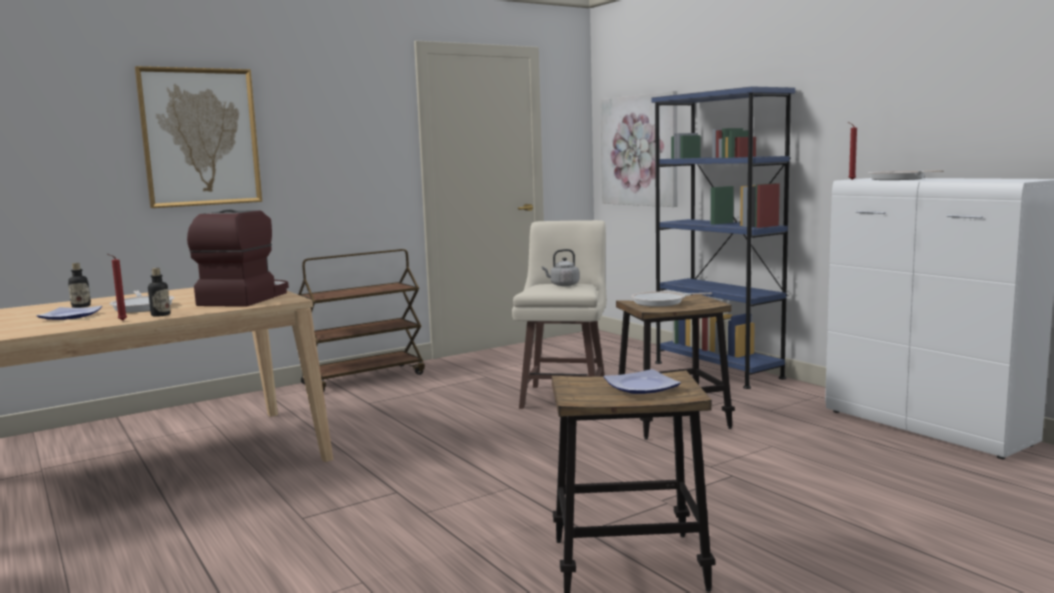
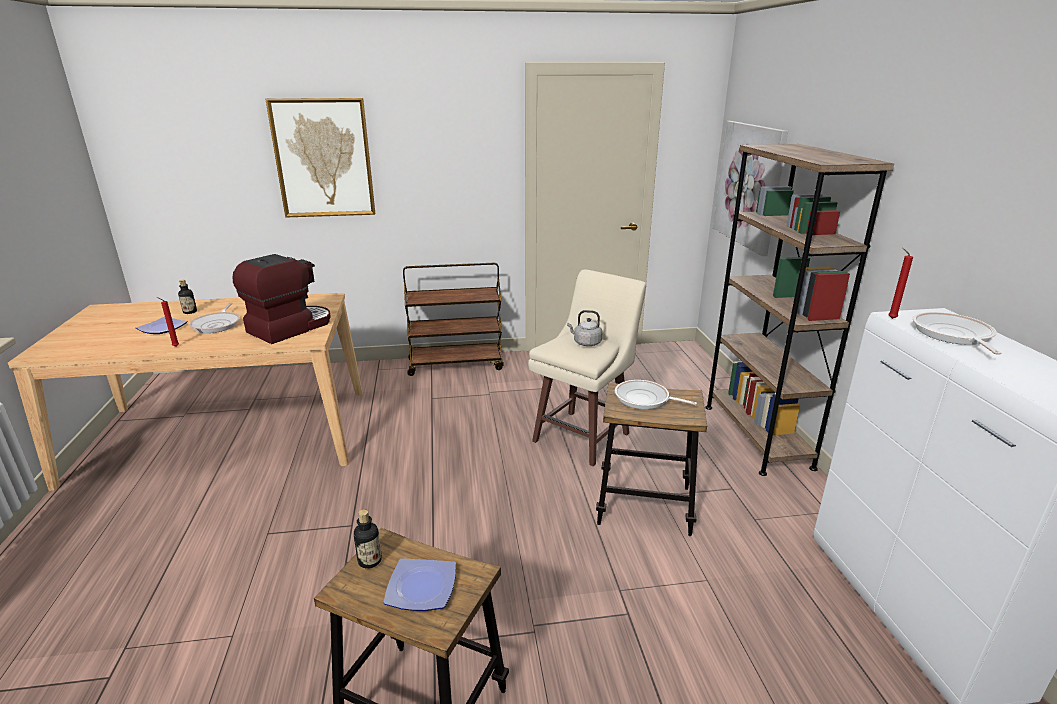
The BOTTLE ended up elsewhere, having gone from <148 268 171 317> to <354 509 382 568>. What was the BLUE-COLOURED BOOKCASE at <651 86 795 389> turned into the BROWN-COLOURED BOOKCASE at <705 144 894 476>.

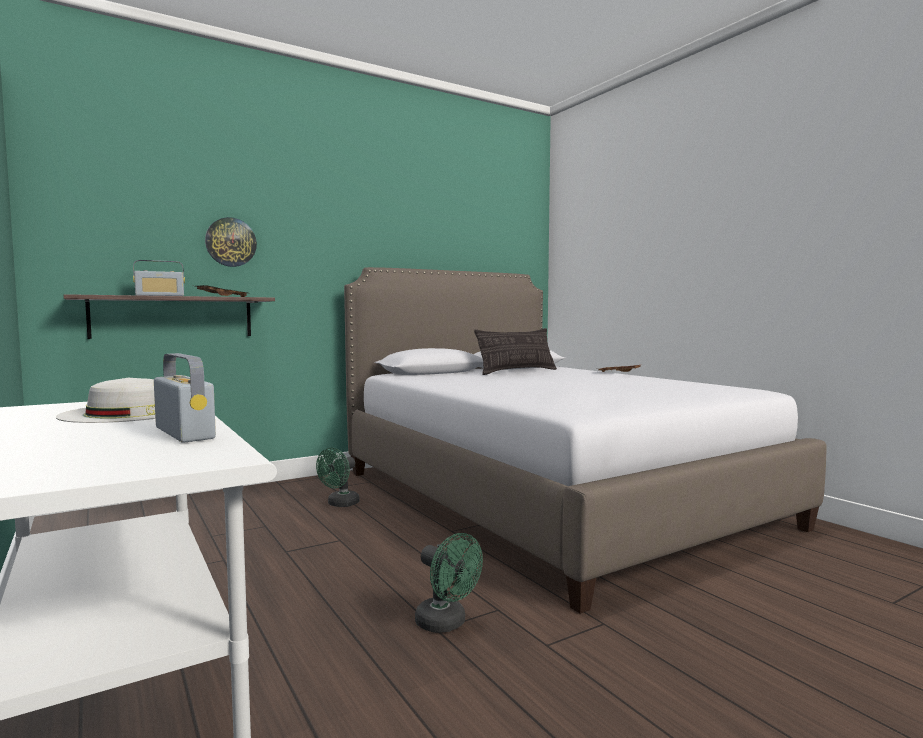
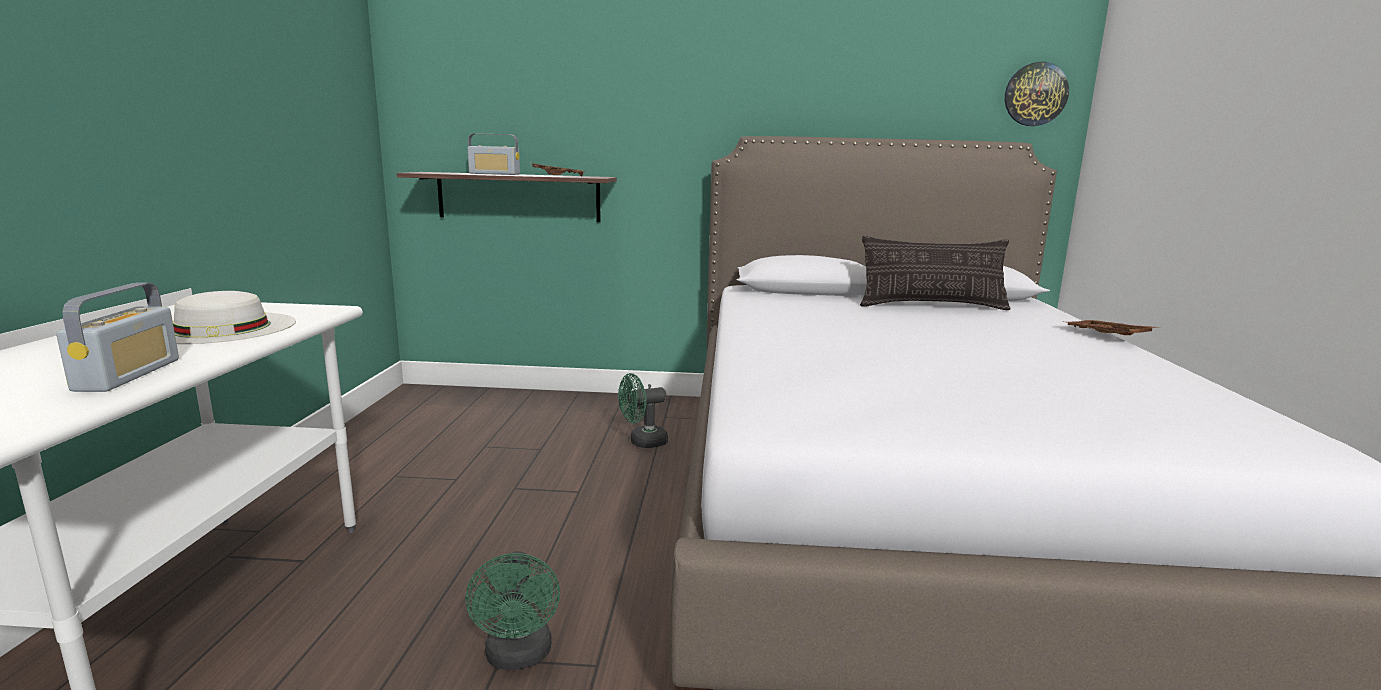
The HANGING CLOCK ended up elsewhere, having gone from <205 217 257 267> to <1005 62 1069 126>.

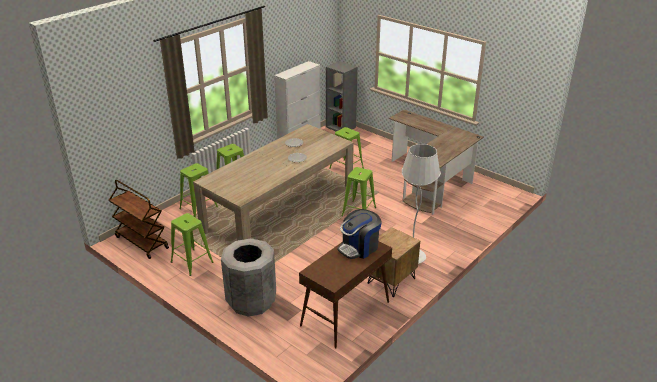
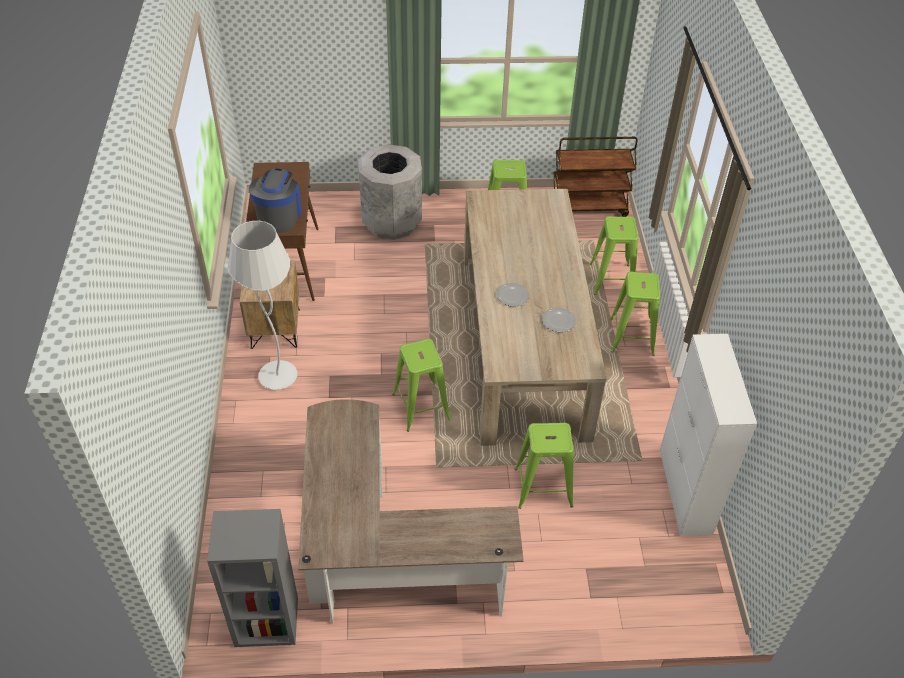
The GREY BOOKCASE ended up elsewhere, having gone from <326 61 358 131> to <207 509 298 647>.

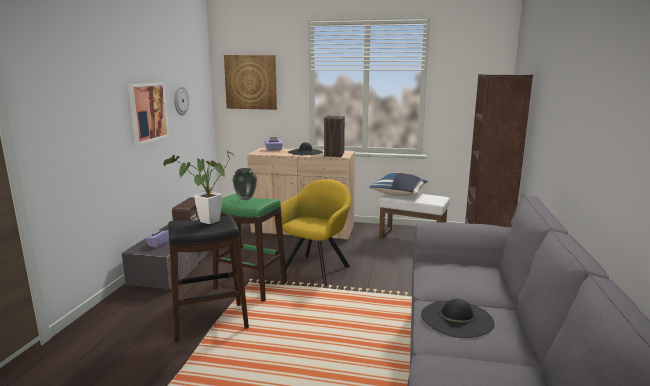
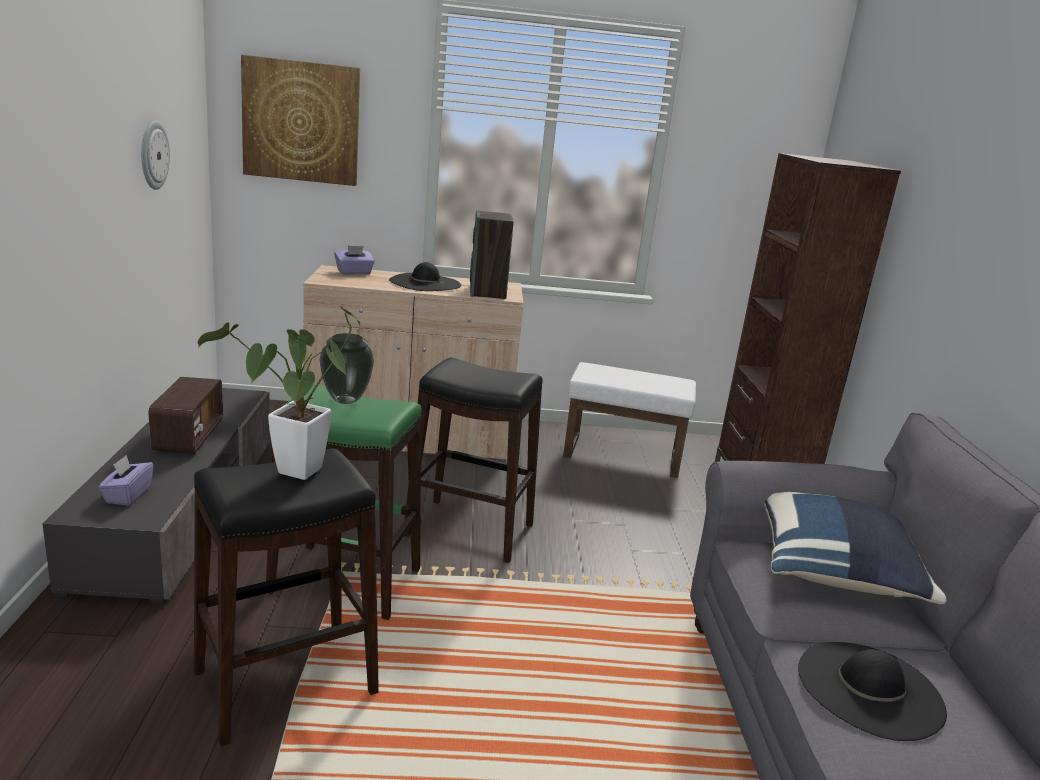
The second view lost the WALL ART at <128 83 169 145>. The BLUE-COLOURED CUSHION ended up elsewhere, having gone from <369 173 428 196> to <764 492 947 604>. Where the YELLOW-COLOURED LOUNGE CHAIR stood at <279 179 351 286>, the BLACK SITTING STOOL came to stand at <404 357 543 563>.

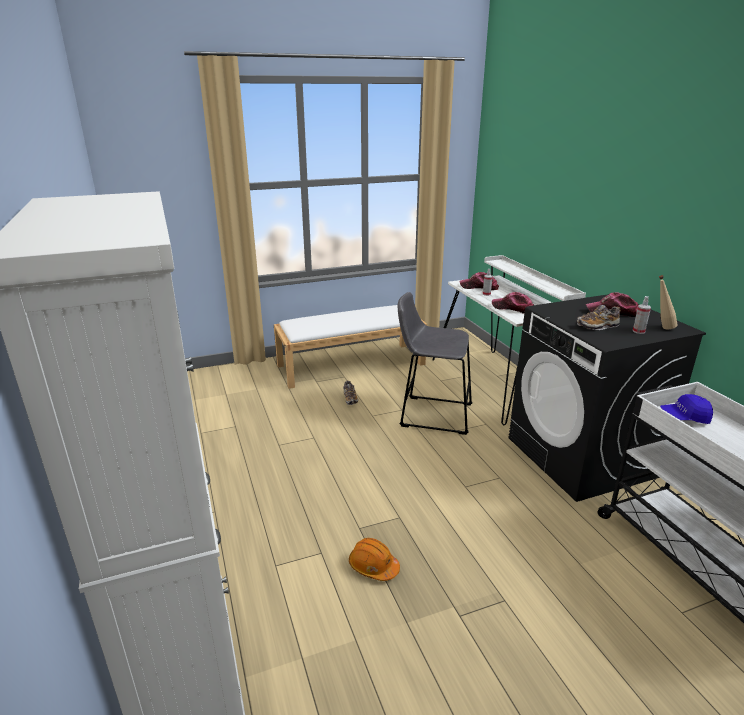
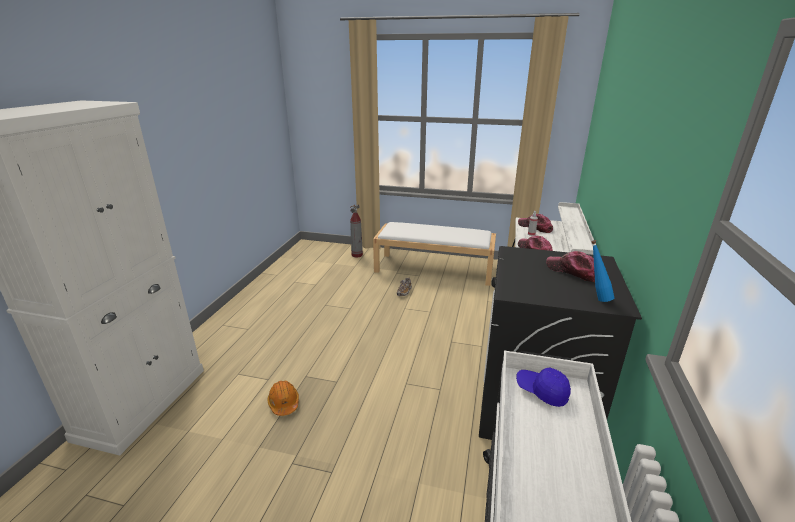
The second view lost the GREY SITTING STOOL at <398 292 473 435>. The second view lost the ITEM OF FOOTWEAR at <576 305 621 330>. The second view lost the HAND SPRAYER at <633 296 651 334>. The second view gained the EXTINGUISHER at <350 205 363 257>. What was the SAND-COLOURED BOTTLE at <659 275 678 329> turned into the BLUE-COLOURED BOTTLE at <591 240 614 302>.

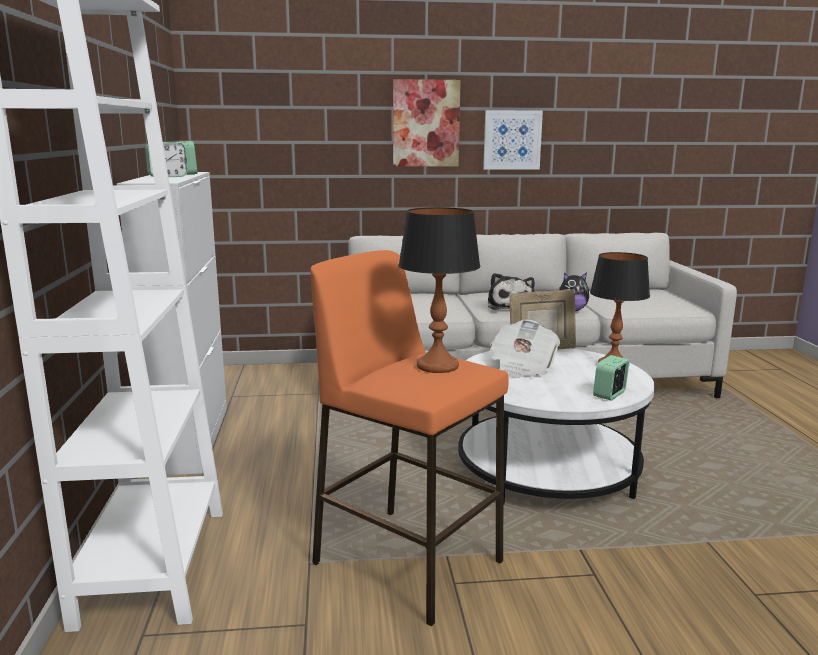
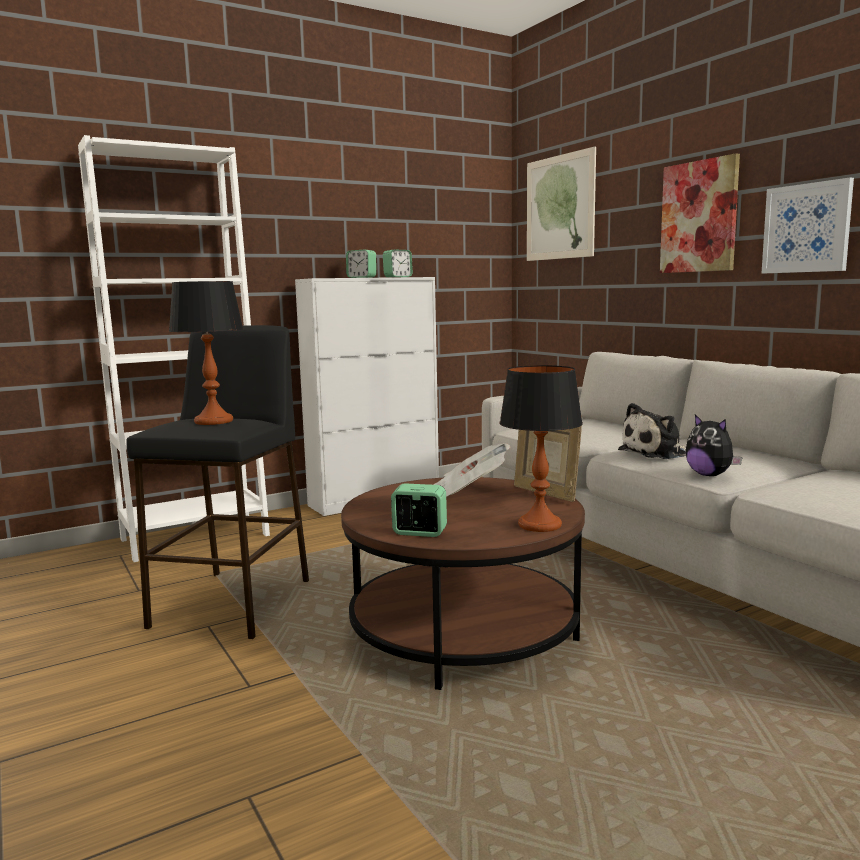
The second view gained the WALL ART at <527 146 596 261>. What was the ORANGEY SITTING STOOL at <310 250 508 626> turned into the BLACK SITTING STOOL at <127 325 309 639>. What was the WHITE LOW TABLE at <458 348 655 505> turned into the BROWN-COLOURED LOW TABLE at <341 477 585 690>.

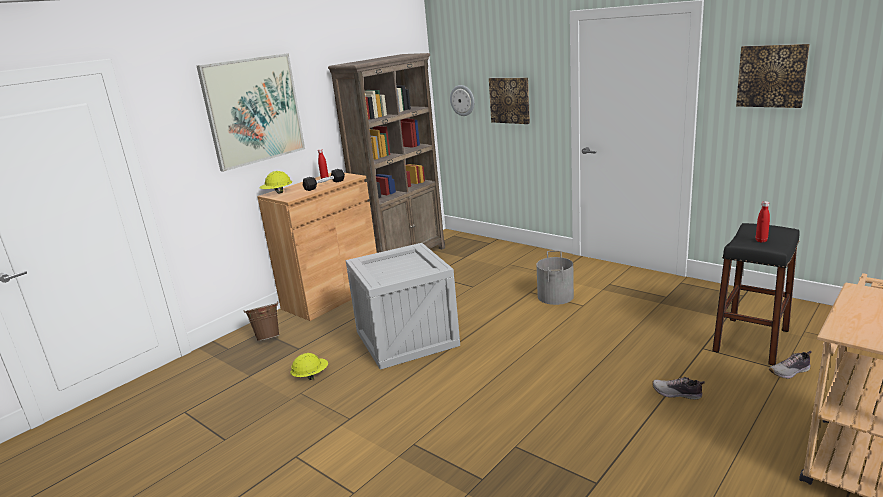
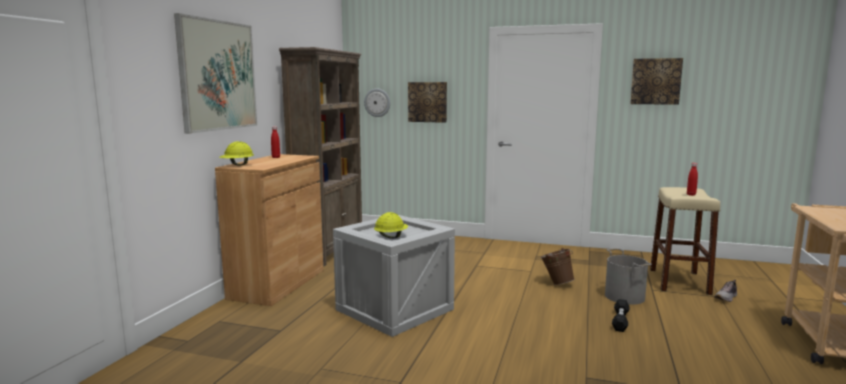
The second view lost the ITEM OF FOOTWEAR at <652 377 705 400>. The BROWN-COLOURED WATER BUCKET ended up elsewhere, having gone from <243 301 280 341> to <541 248 574 285>. The YELLOW-COLOURED SAFETY HELMET ended up elsewhere, having gone from <290 353 328 380> to <374 212 408 238>. The BLACK HAND WEIGHT ended up elsewhere, having gone from <303 169 345 191> to <612 299 630 332>. The GREY WATER BUCKET ended up elsewhere, having gone from <536 250 574 305> to <605 248 652 305>. What was the BLACK SITTING STOOL at <712 223 800 365> turned into the SAND-COLOURED SITTING STOOL at <650 187 720 295>.

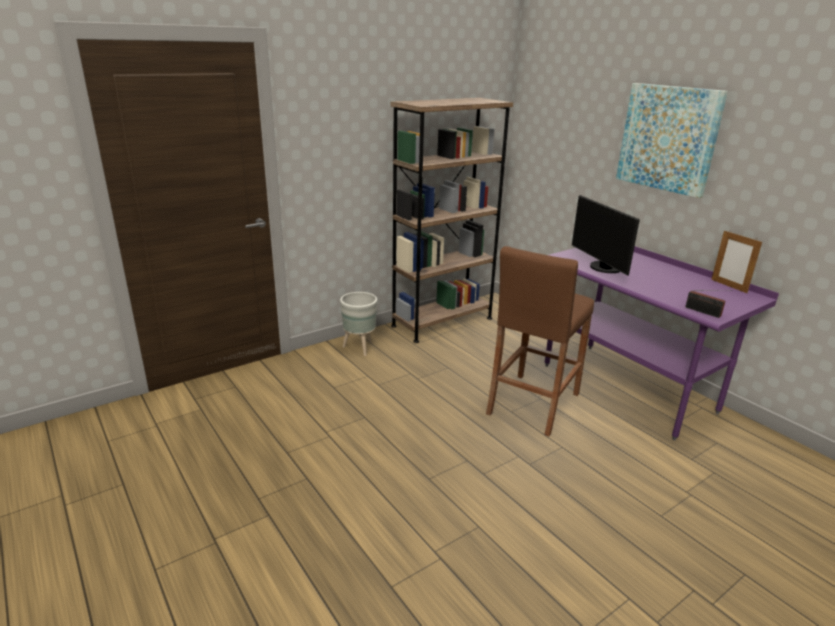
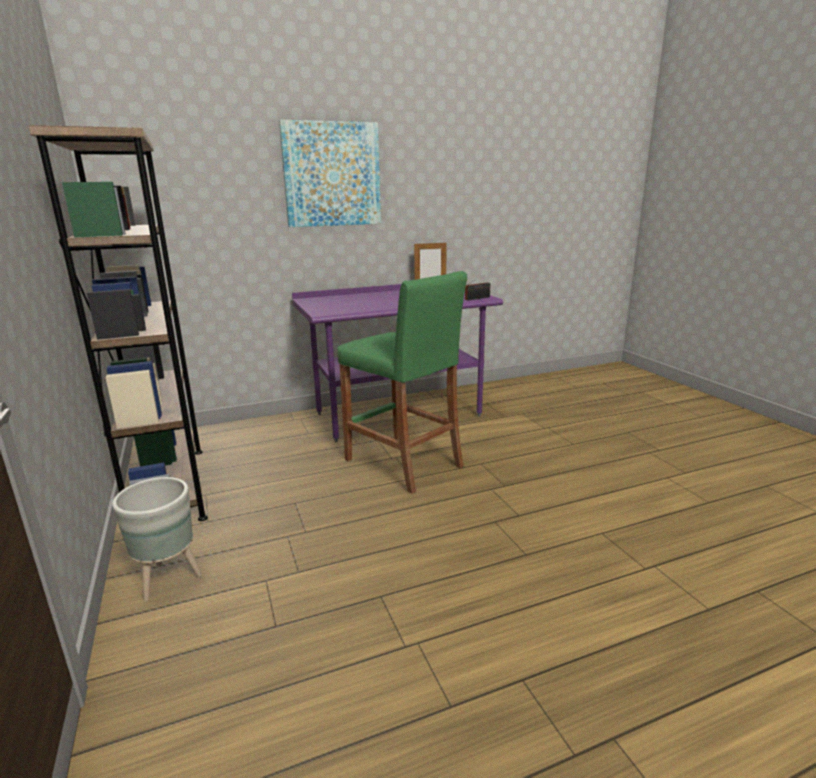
The second view lost the MONITOR at <572 195 640 276>. What was the BROWN-COLOURED SITTING STOOL at <486 246 594 437> turned into the GREENISH SITTING STOOL at <338 271 467 494>.

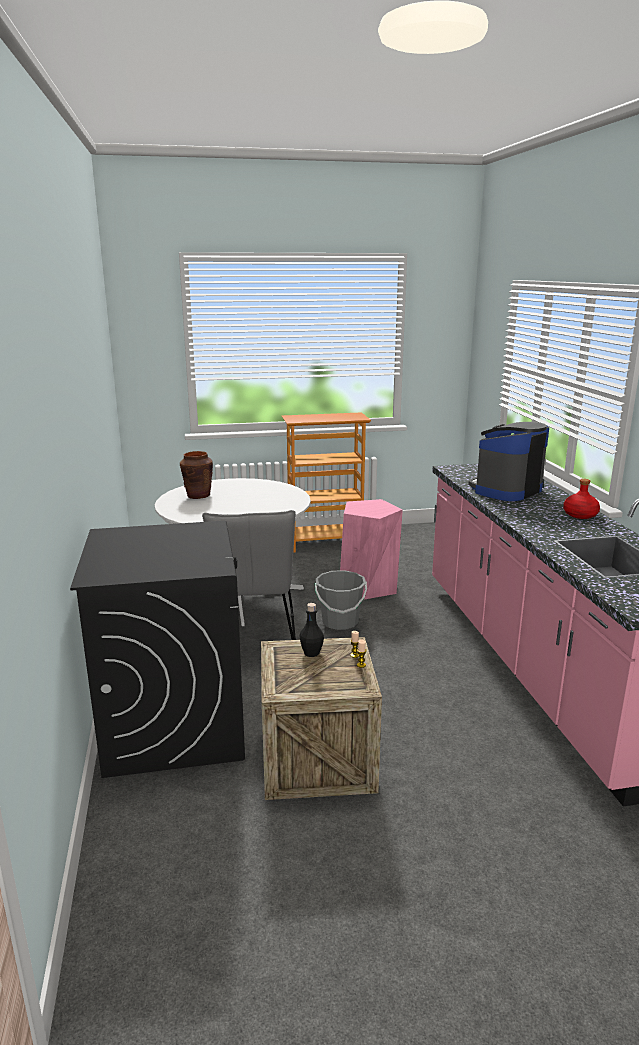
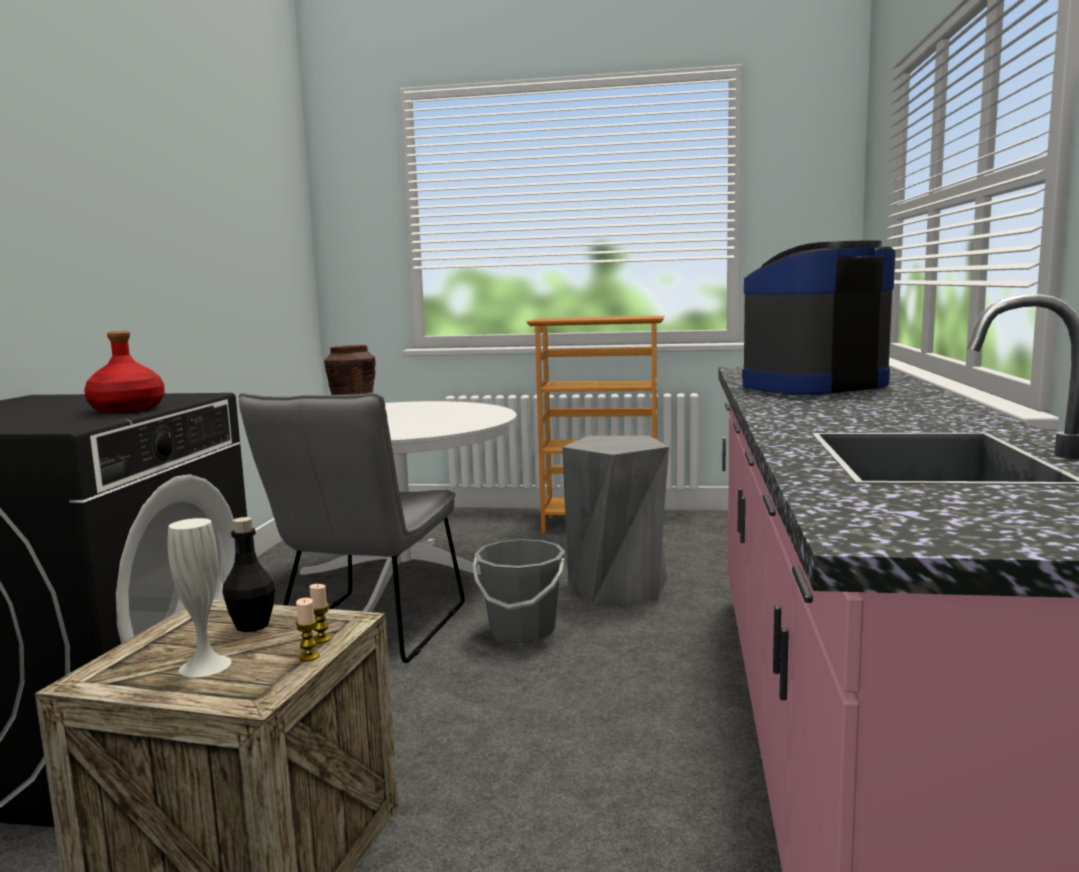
The second view gained the WHITE FLOWER VASE at <168 518 232 677>. The REDDISH BOTTLE ended up elsewhere, having gone from <563 479 600 519> to <84 331 165 413>. What was the PINKISH SITTING STOOL at <340 499 403 600> turned into the GREY SITTING STOOL at <562 436 669 603>.

